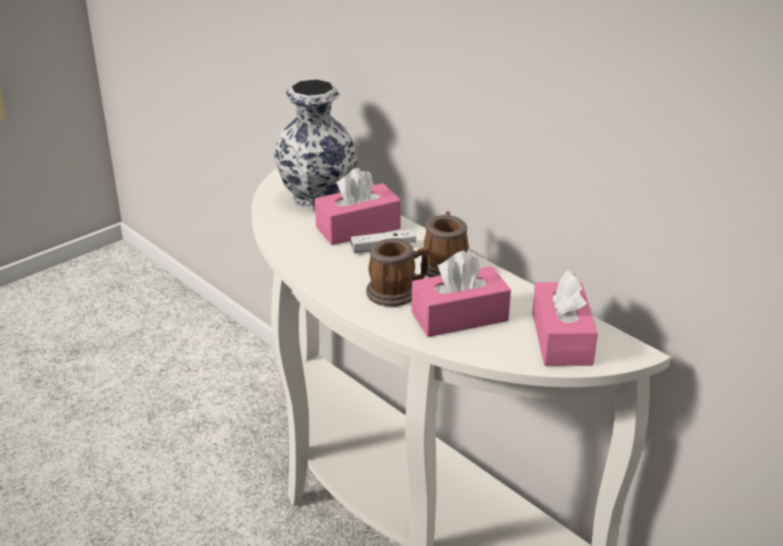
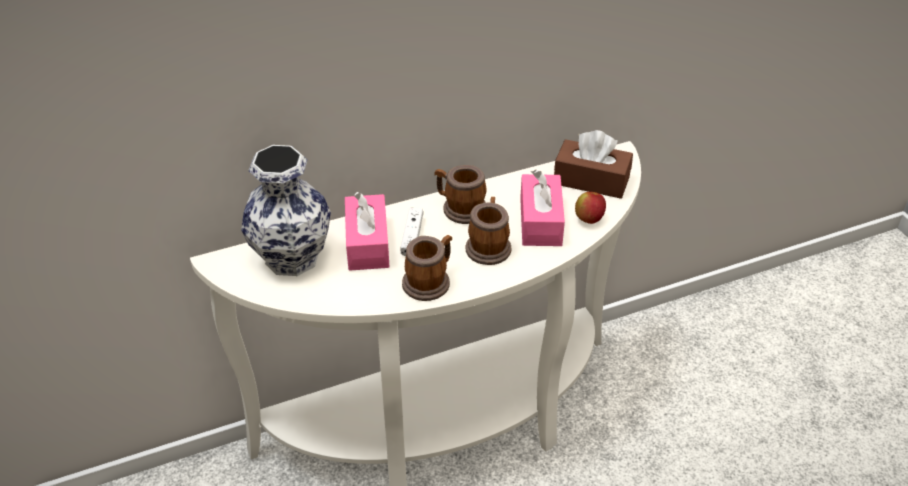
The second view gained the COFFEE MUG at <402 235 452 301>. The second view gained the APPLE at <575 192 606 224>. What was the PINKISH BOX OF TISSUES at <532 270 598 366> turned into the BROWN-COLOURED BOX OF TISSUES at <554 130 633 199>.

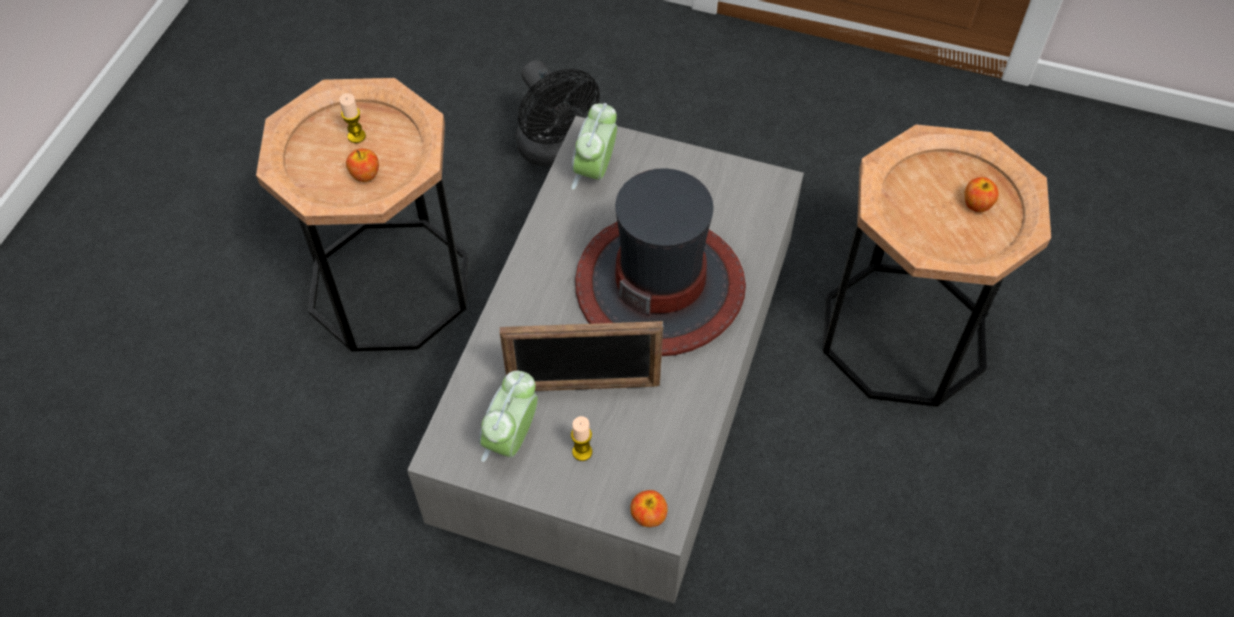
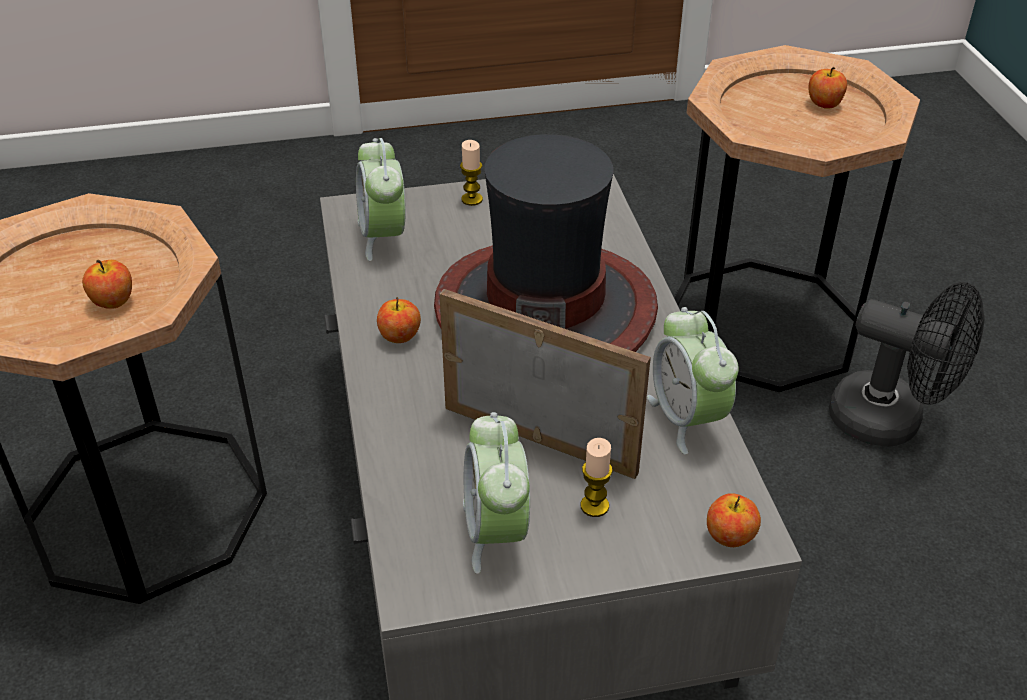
The second view gained the APPLE at <377 297 421 343>. The second view gained the TABLE CLOCK at <647 307 739 455>. The WAX LIGHT ended up elsewhere, having gone from <339 93 366 143> to <460 140 483 206>. The BLACK FAN ended up elsewhere, having gone from <516 60 600 166> to <829 282 985 447>. The PHOTO FRAME at <500 321 663 391> ended up facing another way, 120 degrees counterclockwise from before.

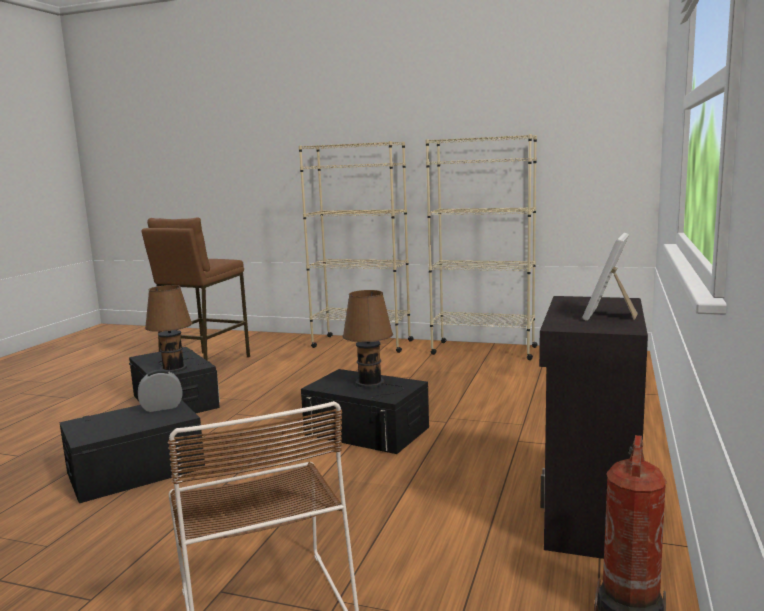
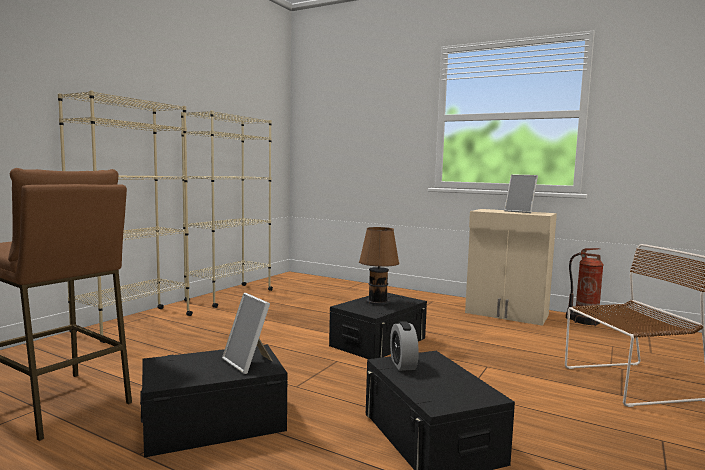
Where the BROWN-COLOURED TABLE LAMP stood at <145 285 194 373>, the PHOTO FRAME came to stand at <222 293 273 374>. What was the BLACK CUPBOARD at <539 296 648 559> turned into the SAND-COLOURED CUPBOARD at <465 209 557 326>.

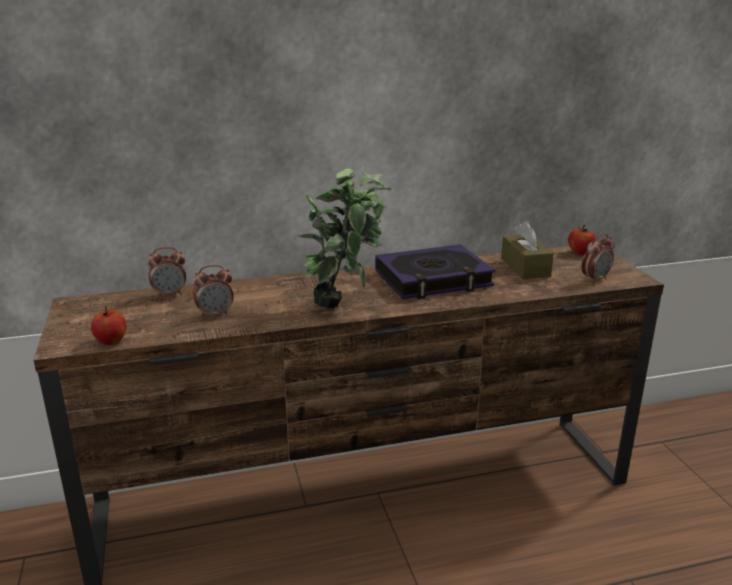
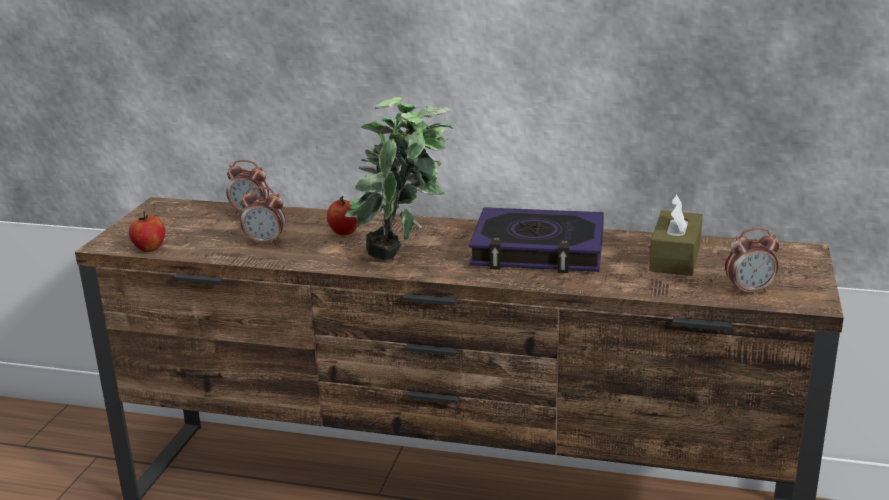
The APPLE ended up elsewhere, having gone from <568 225 595 255> to <327 196 358 235>.

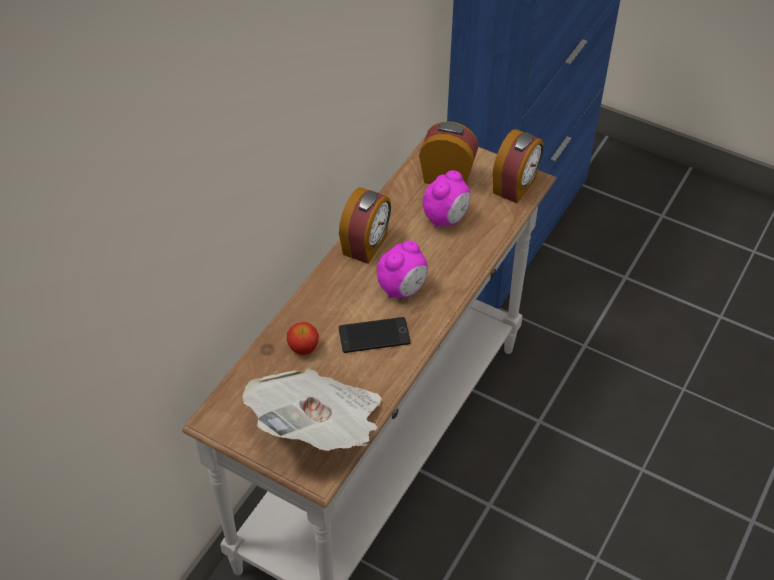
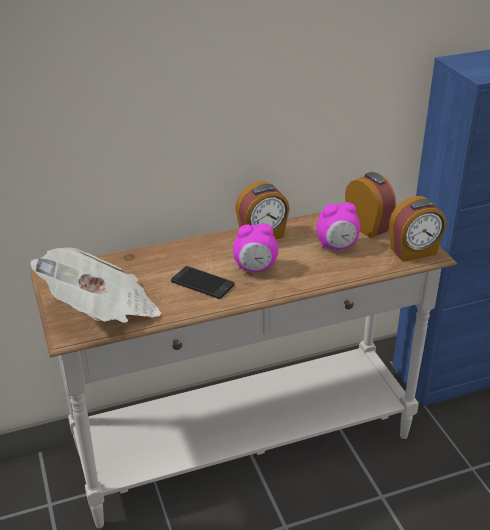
The second view lost the APPLE at <287 322 319 355>.

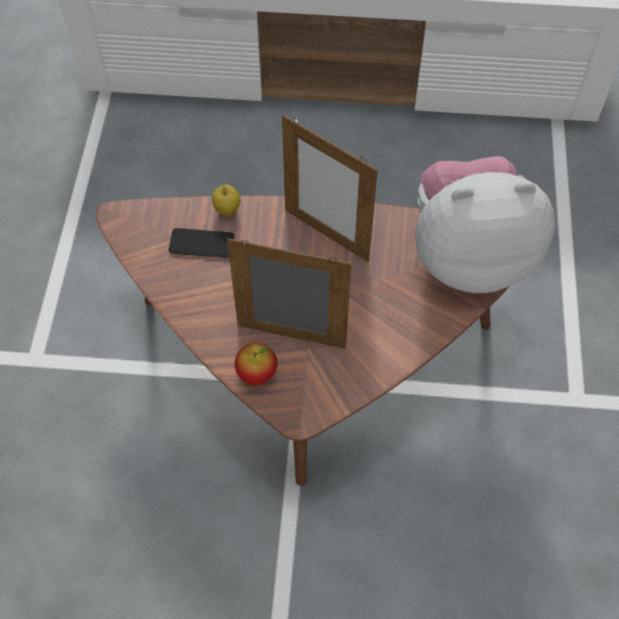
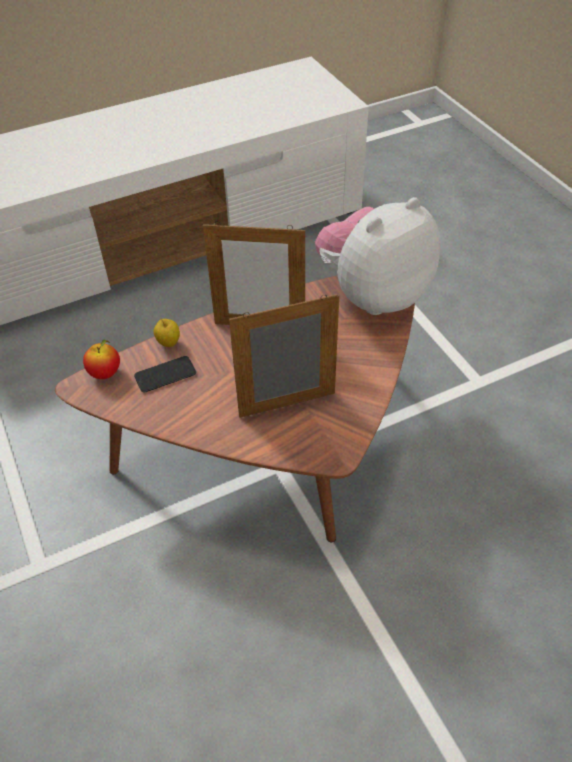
The APPLE ended up elsewhere, having gone from <235 343 278 385> to <83 339 120 379>.

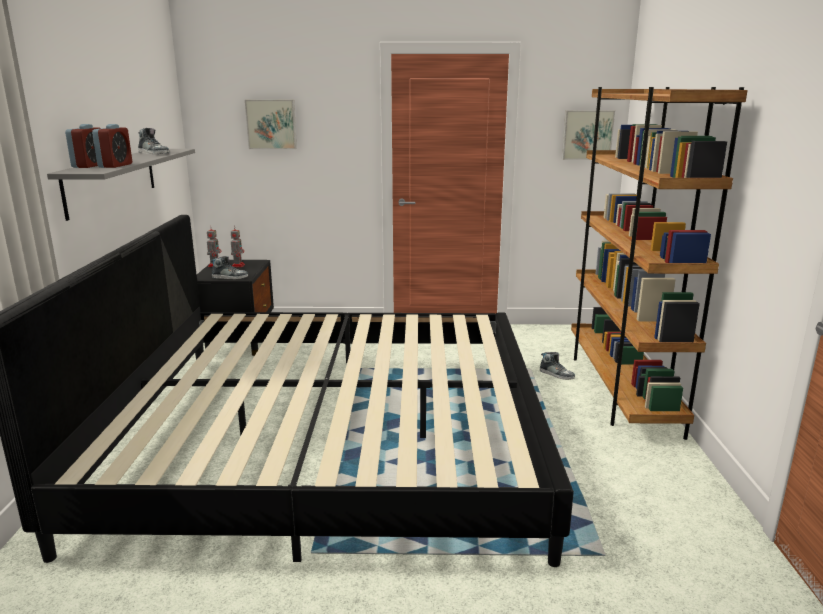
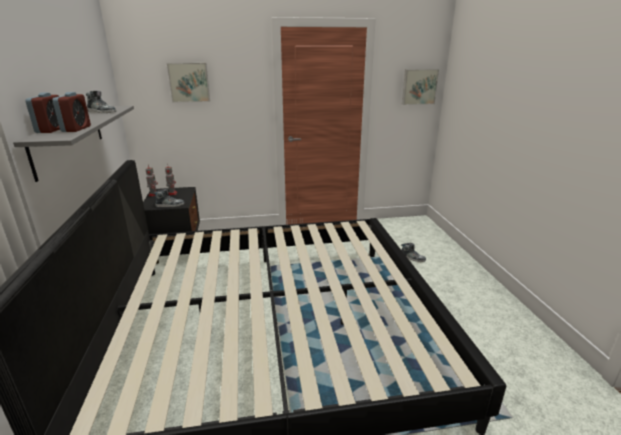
The second view lost the BROWN-COLOURED BOOKCASE at <571 87 748 440>.

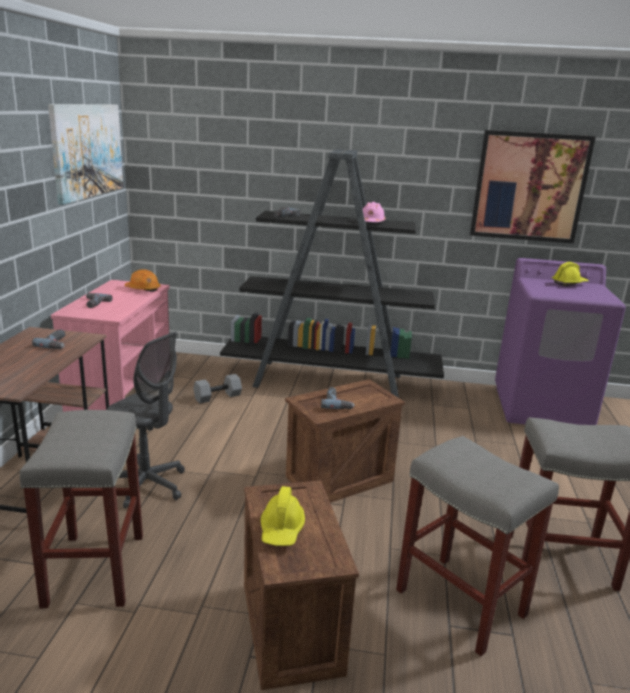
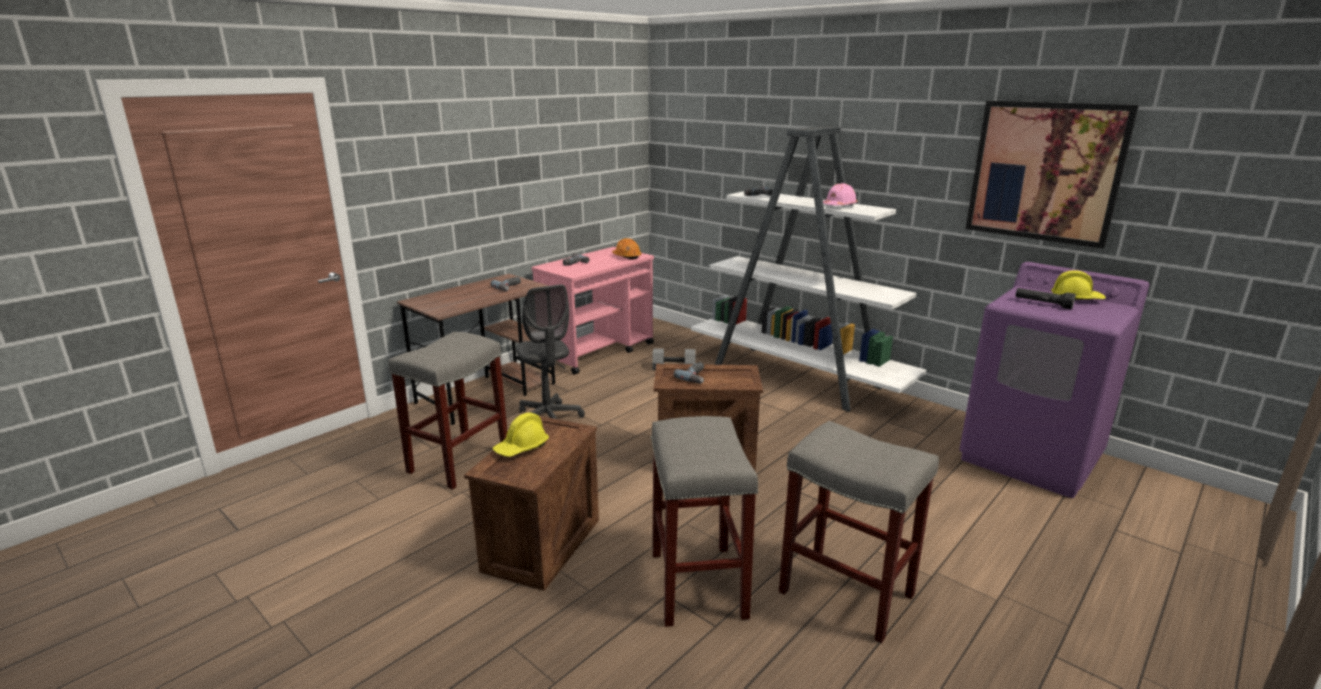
The second view lost the WALL ART at <48 104 123 205>. The second view gained the BLACK TORCH at <1015 288 1076 309>. What was the BLACK BOOKCASE at <220 149 444 398> turned into the WHITE BOOKCASE at <691 126 926 412>.

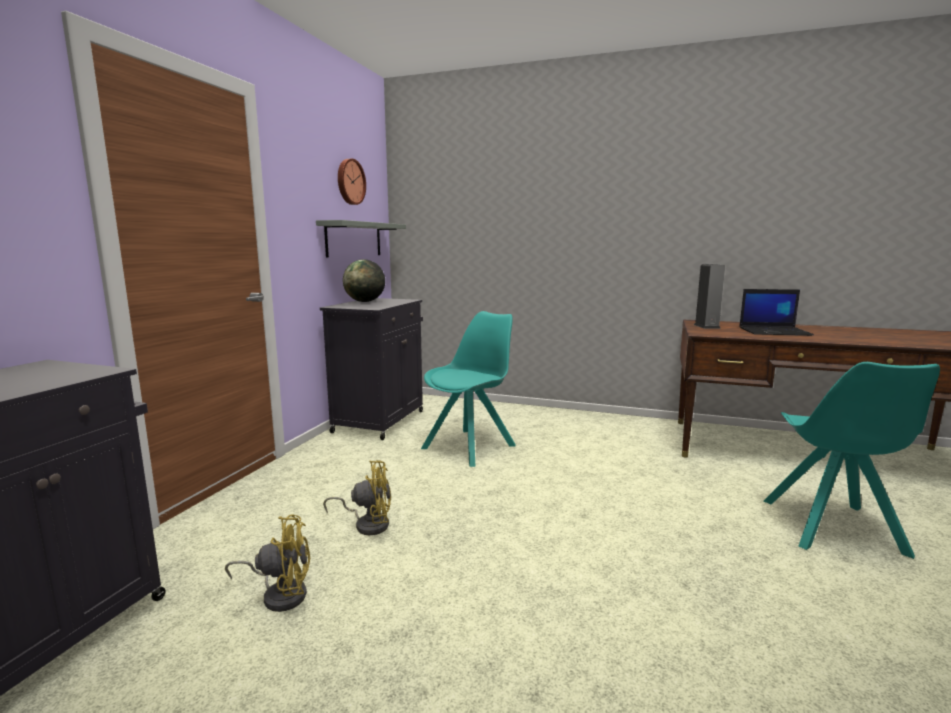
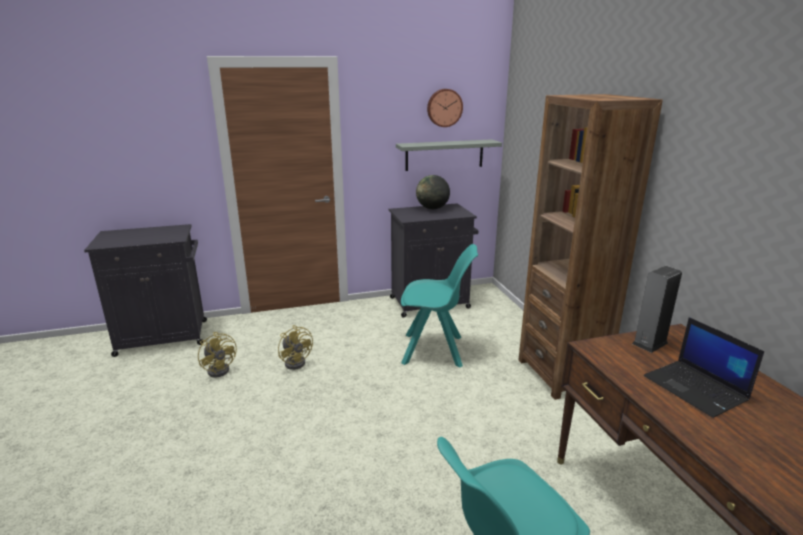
The second view gained the BROWN-COLOURED BOOKCASE at <519 94 663 400>.

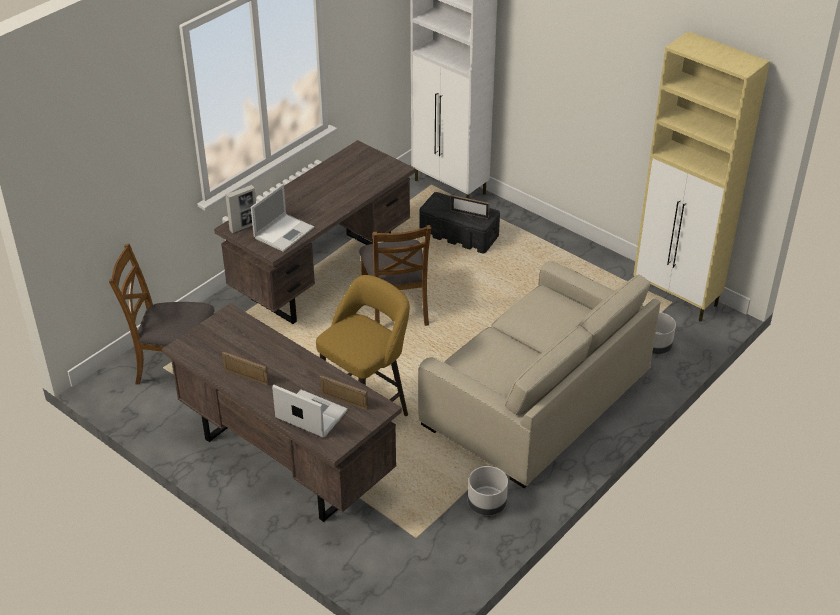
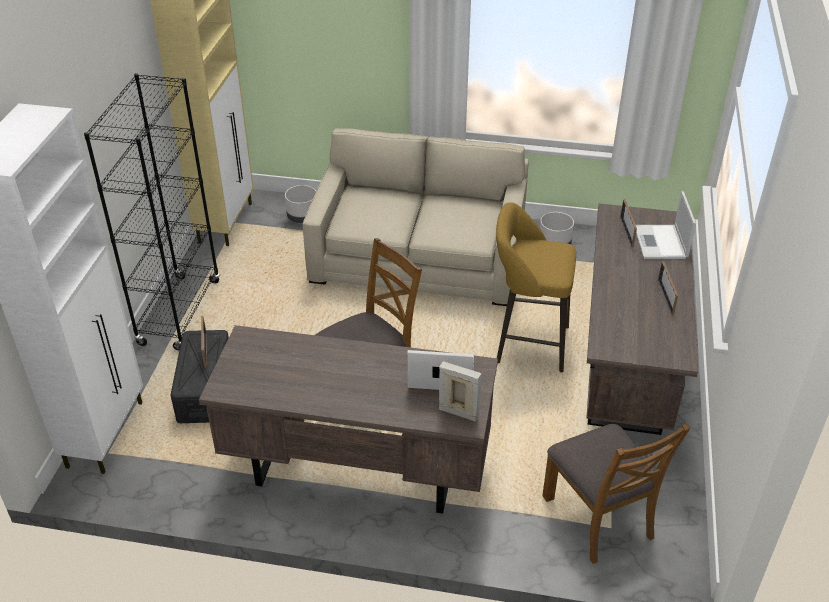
The second view gained the BLACK BOOKCASE at <84 73 220 350>.

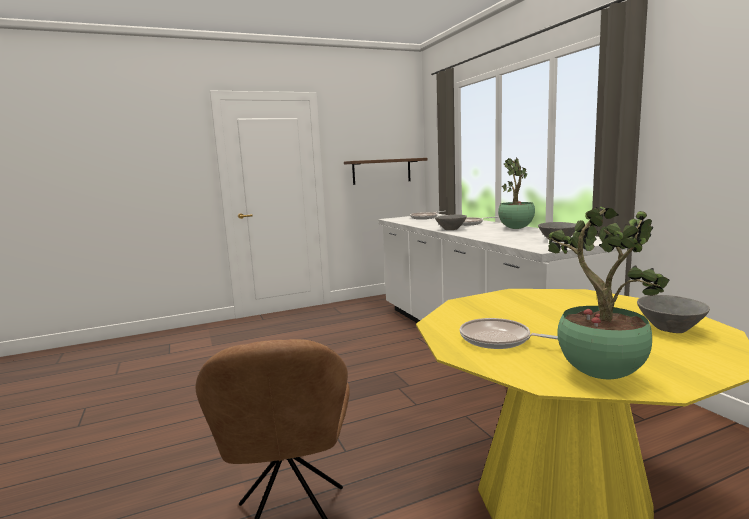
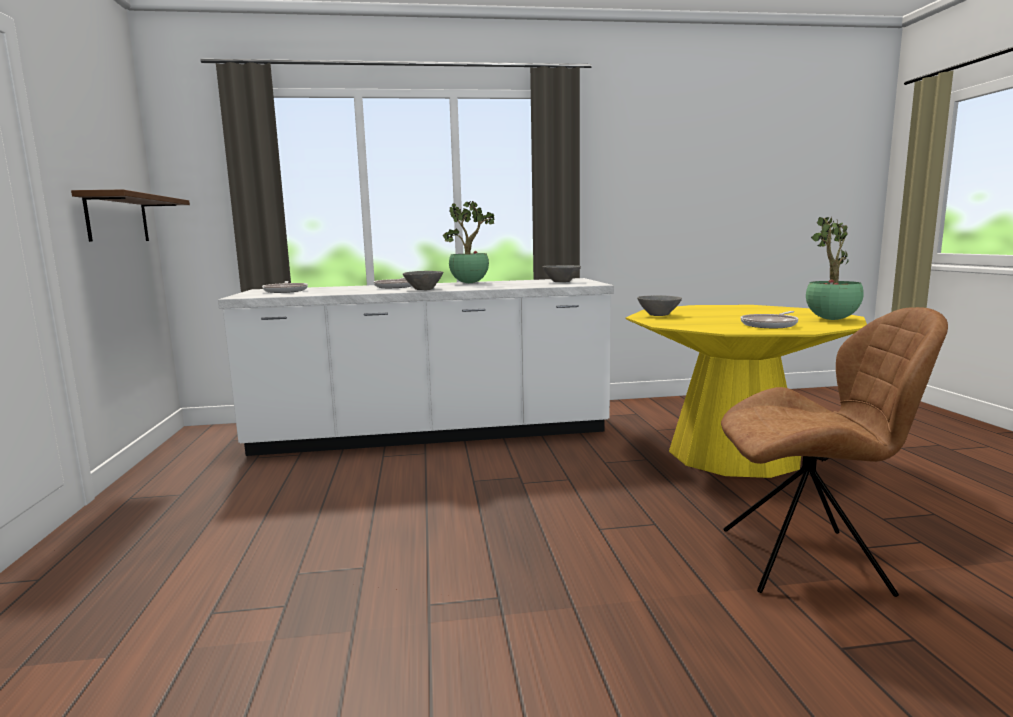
The GREY DEEP DISH ended up elsewhere, having gone from <637 295 710 333> to <637 295 682 316>.

